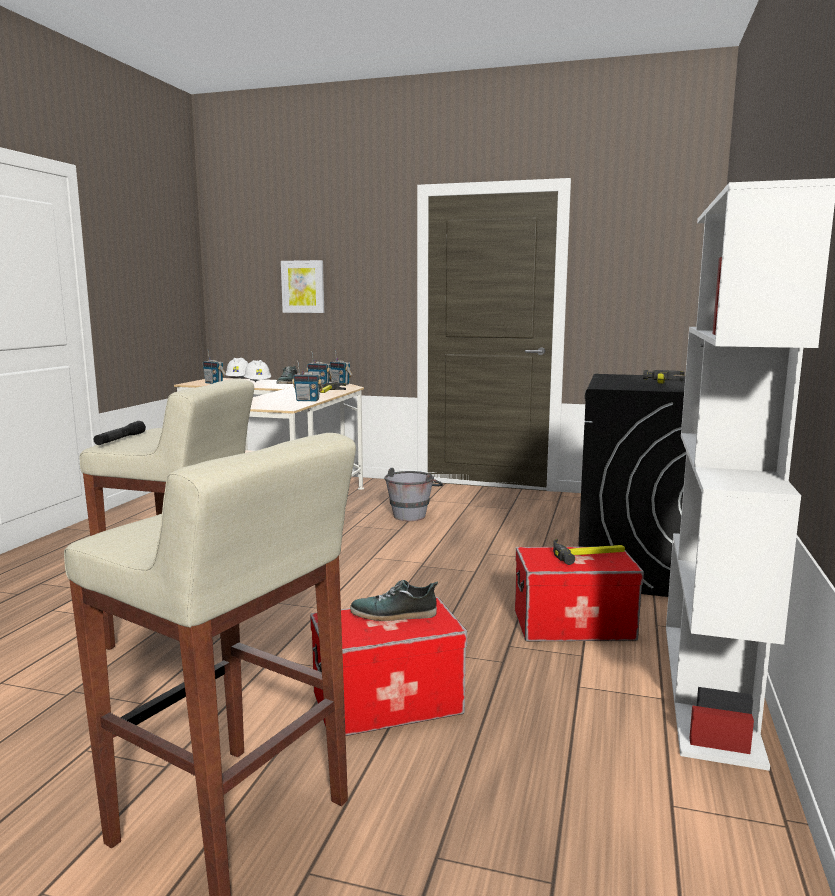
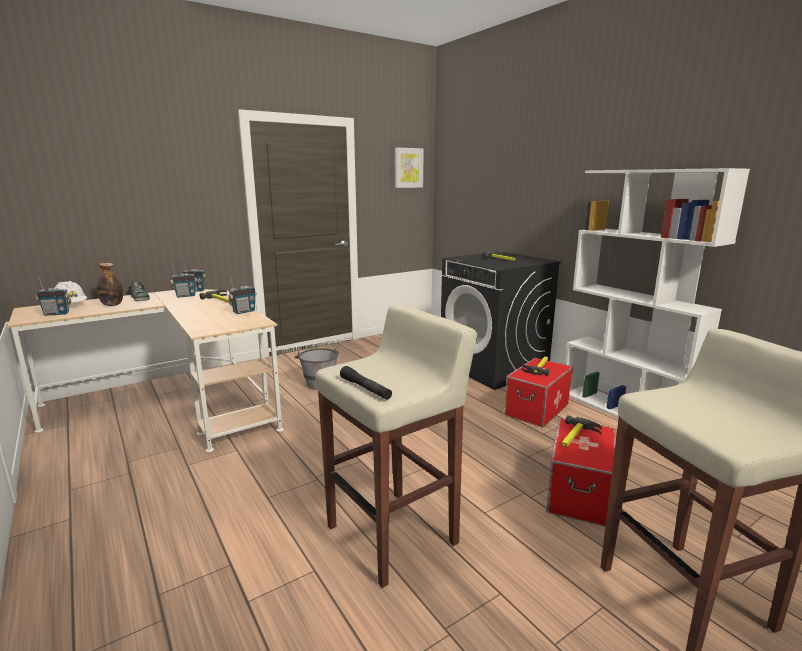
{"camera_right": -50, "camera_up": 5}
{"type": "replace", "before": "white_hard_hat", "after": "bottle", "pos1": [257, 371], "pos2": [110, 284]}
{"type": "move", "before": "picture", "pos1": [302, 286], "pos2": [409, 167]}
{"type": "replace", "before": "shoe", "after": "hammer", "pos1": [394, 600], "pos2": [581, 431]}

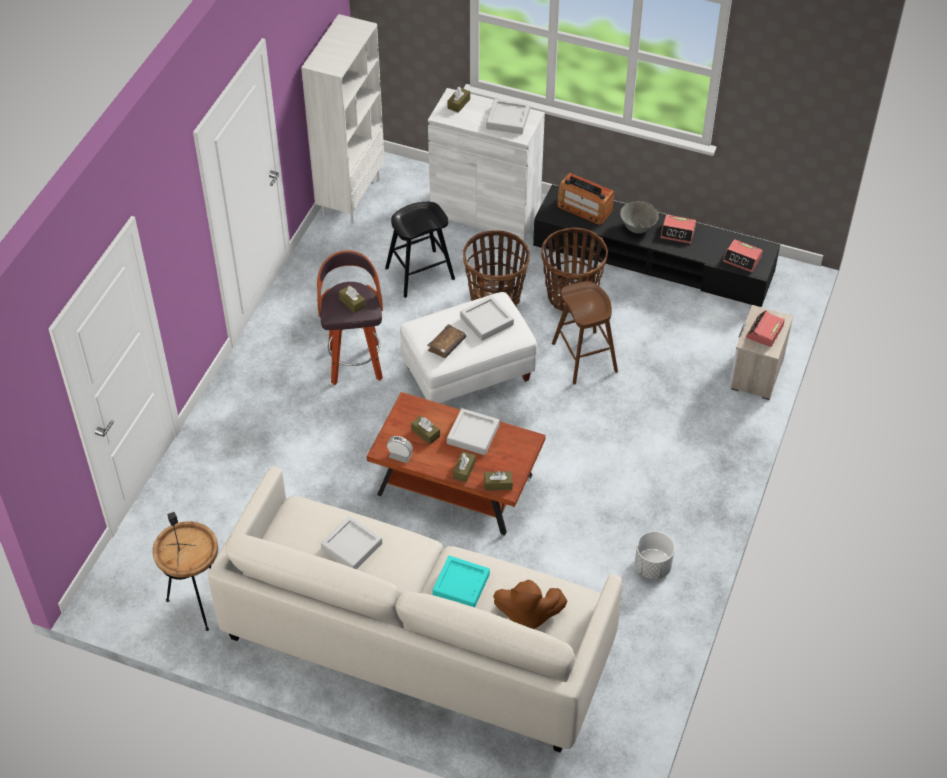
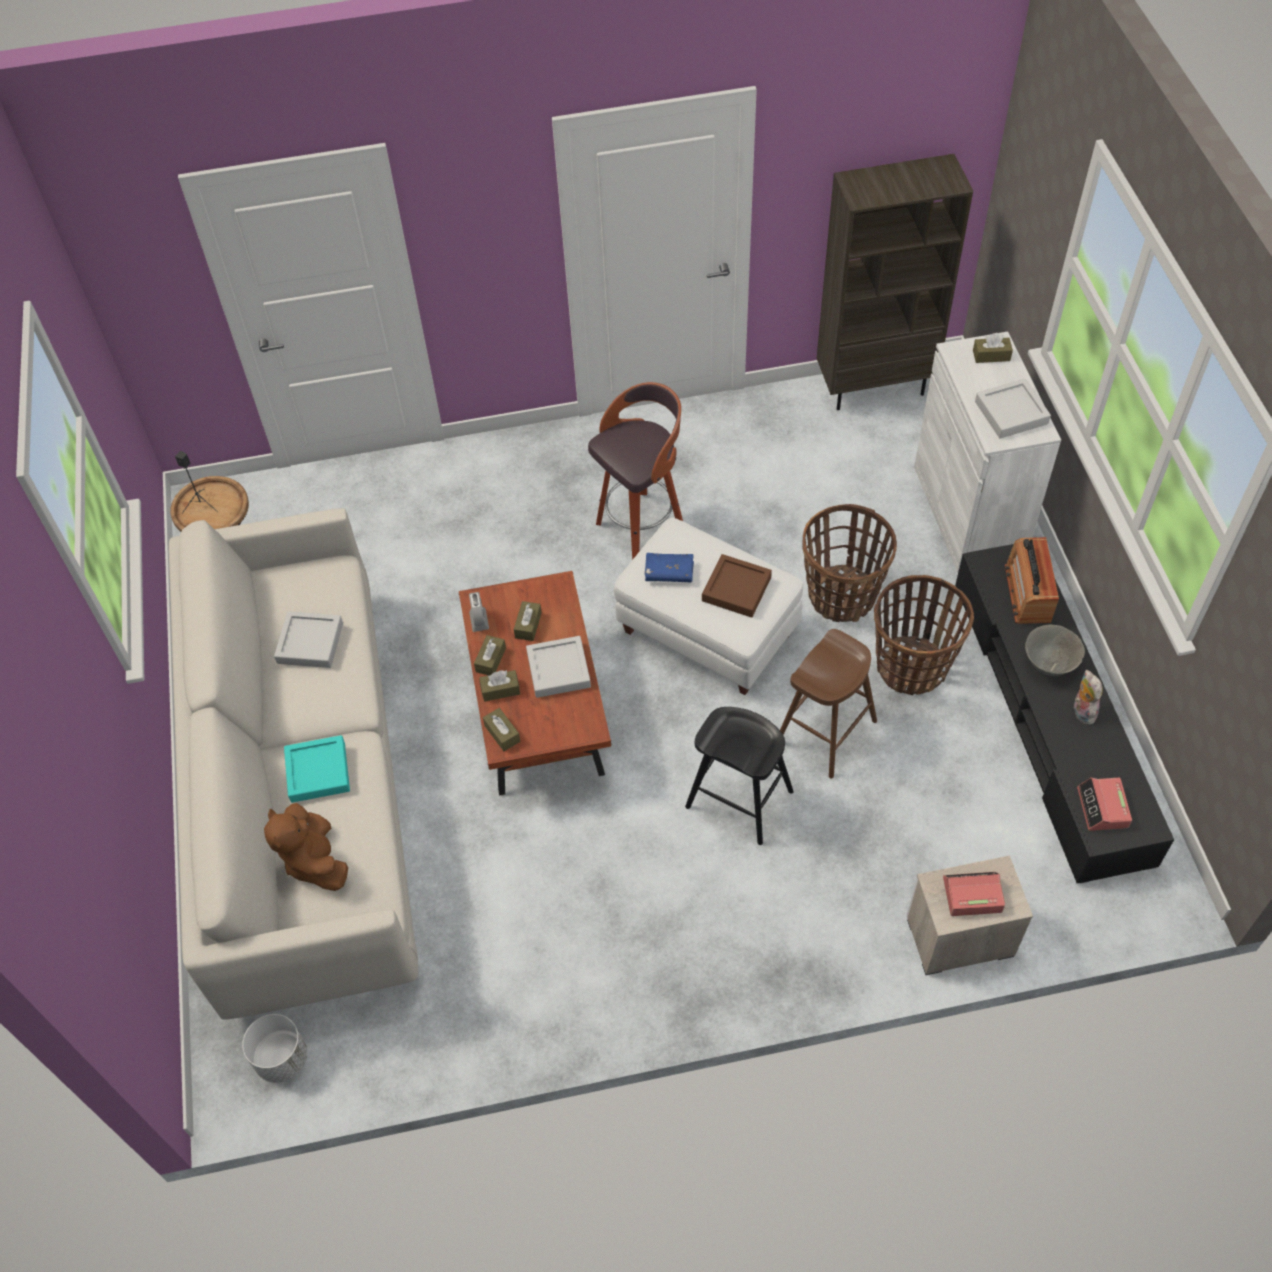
{"camera_right": 60, "camera_up": 5}
{"type": "move", "before": "white_planter", "pos1": [655, 555], "pos2": [274, 1048]}
{"type": "move", "before": "brown_tissue_box", "pos1": [352, 299], "pos2": [490, 655]}
{"type": "recolor", "before": "brown_book", "after": "blue_book", "pos1": [446, 341], "pos2": [669, 568]}
{"type": "move", "before": "black_stool", "pos1": [420, 250], "pos2": [739, 776]}
{"type": "recolor", "before": "grey_tray", "after": "brown_tray", "pos1": [487, 318], "pos2": [737, 585]}
{"type": "recolor", "before": "white_bookcase", "after": "brown_bookcase", "pos1": [343, 119], "pos2": [895, 282]}
{"type": "replace", "before": "alarm_clock", "after": "plush_toy", "pos1": [678, 229], "pos2": [1088, 697]}

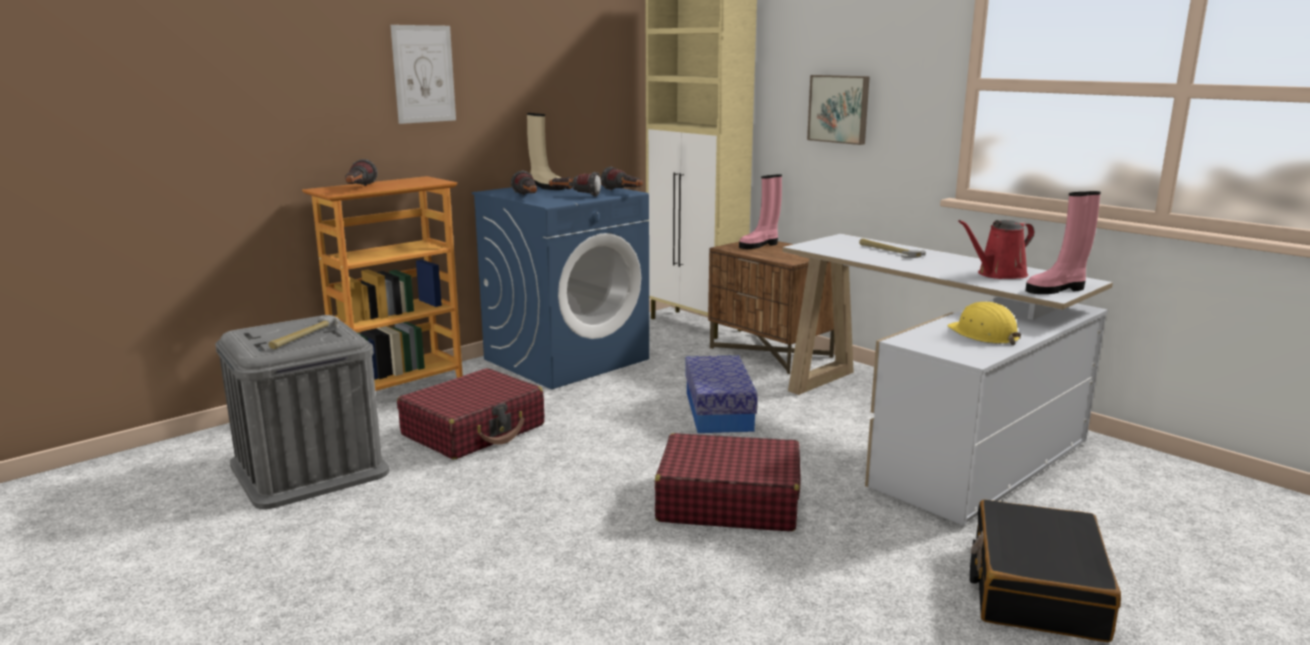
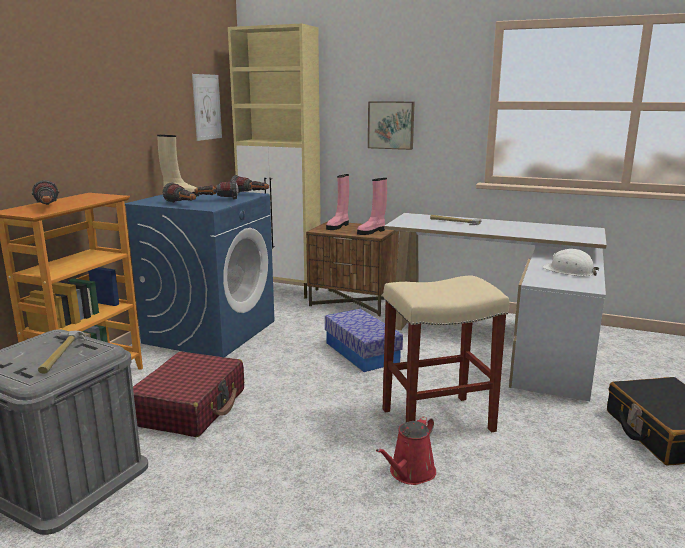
{"camera_right": -25, "camera_up": 0}
{"type": "move", "before": "picture", "pos1": [423, 74], "pos2": [207, 107]}
{"type": "move", "before": "pink_boot", "pos1": [1063, 242], "pos2": [372, 206]}
{"type": "move", "before": "red_watering_can", "pos1": [996, 249], "pos2": [406, 450]}
{"type": "replace", "before": "red_suitcase", "after": "beige_stool", "pos1": [727, 482], "pos2": [446, 353]}
{"type": "recolor", "before": "yellow_hard_hat", "after": "white_hard_hat", "pos1": [984, 323], "pos2": [571, 262]}

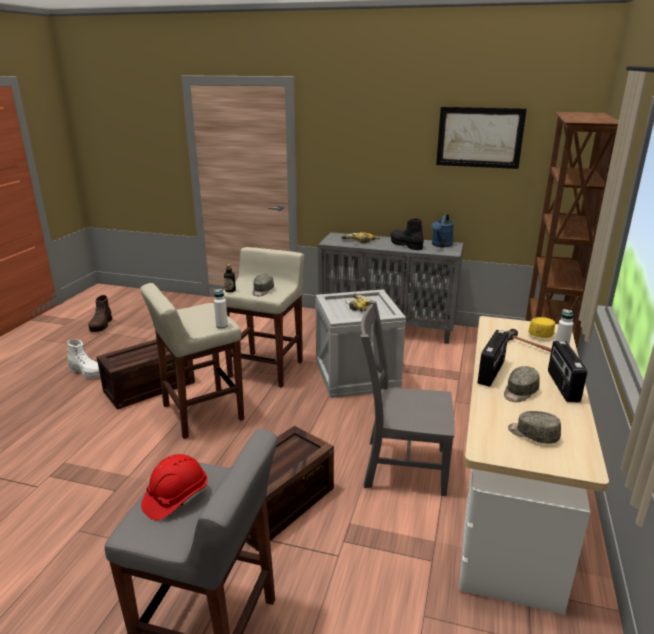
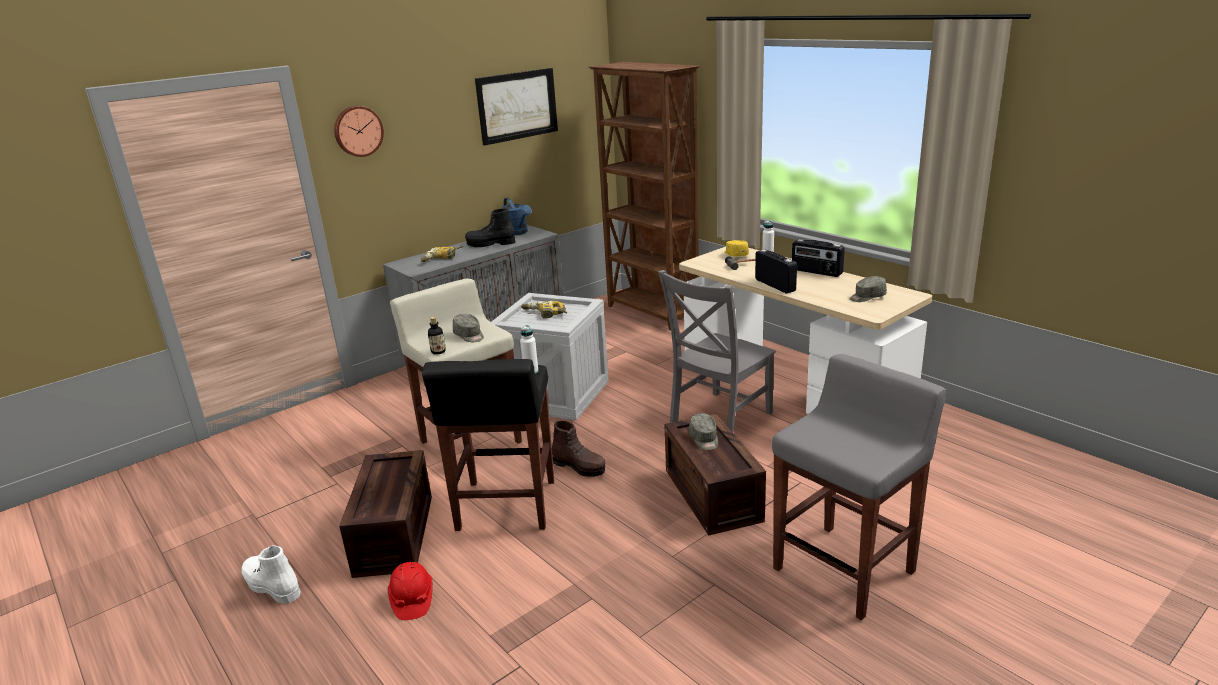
{"camera_right": -55, "camera_up": 0}
{"type": "rotate", "before": "white_boot", "pos1": [83, 359], "pos2": [271, 574], "turn": -120}
{"type": "insert", "after": "wall_clock", "pos2": [359, 131]}
{"type": "move", "before": "red_hard_hat", "pos1": [174, 487], "pos2": [410, 591]}
{"type": "recolor", "before": "beige_stool", "after": "black_stool", "pos1": [192, 361], "pos2": [488, 445]}
{"type": "move", "before": "brown_boot", "pos1": [100, 313], "pos2": [578, 449]}
{"type": "move", "before": "grey_cap", "pos1": [522, 384], "pos2": [703, 431]}

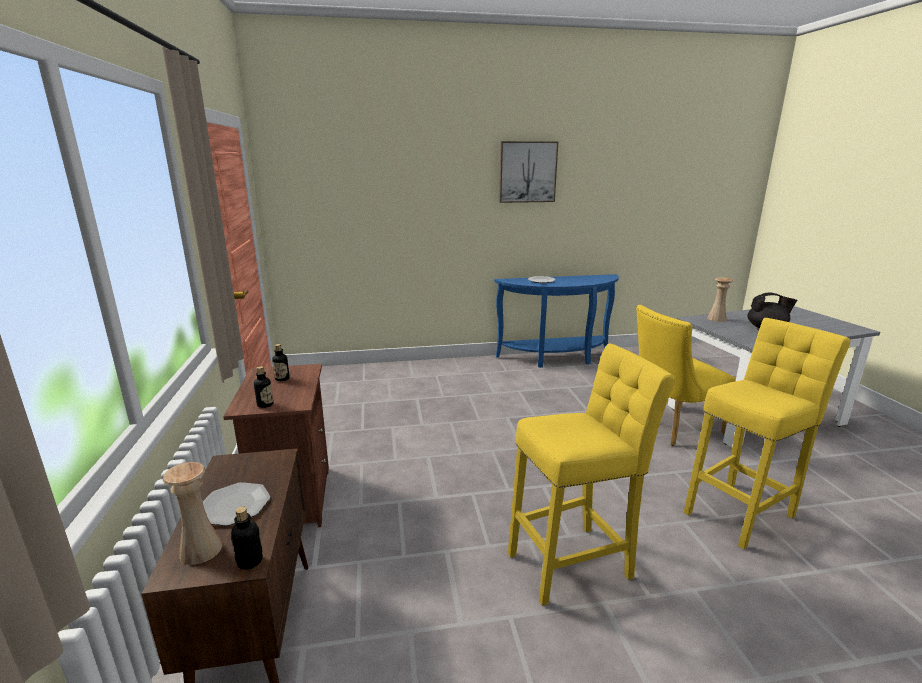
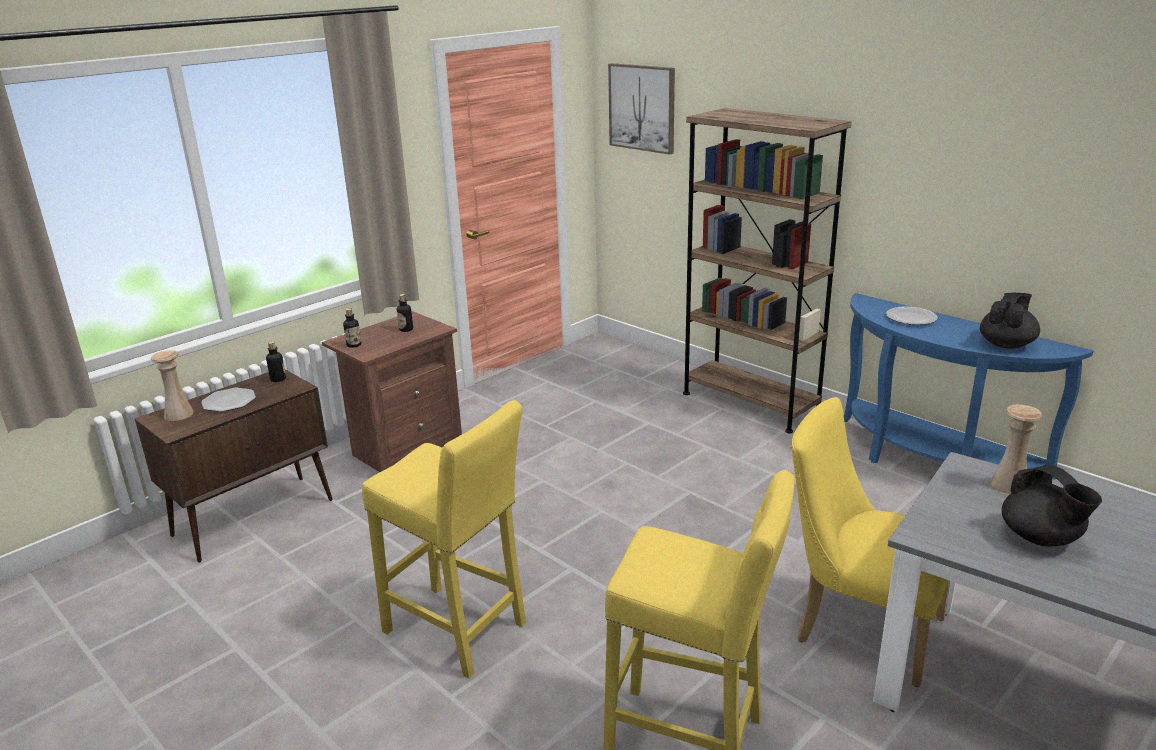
{"camera_right": 55, "camera_up": 5}
{"type": "move", "before": "bottle", "pos1": [247, 538], "pos2": [276, 361]}
{"type": "move", "before": "picture", "pos1": [528, 172], "pos2": [641, 109]}
{"type": "insert", "after": "brown_bookcase", "pos2": [767, 270]}
{"type": "insert", "after": "black_teapot", "pos2": [1010, 321]}

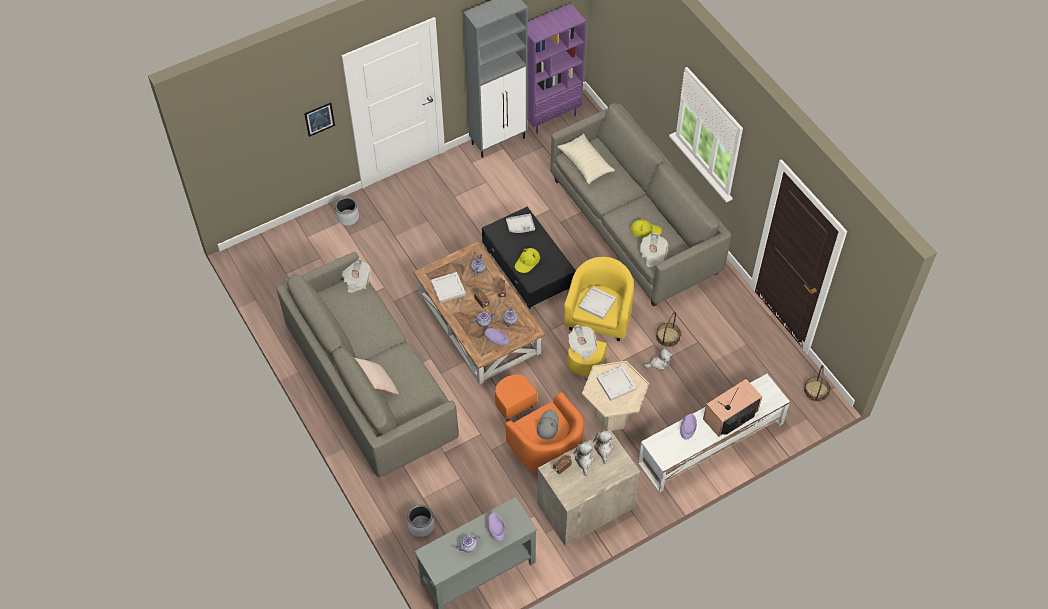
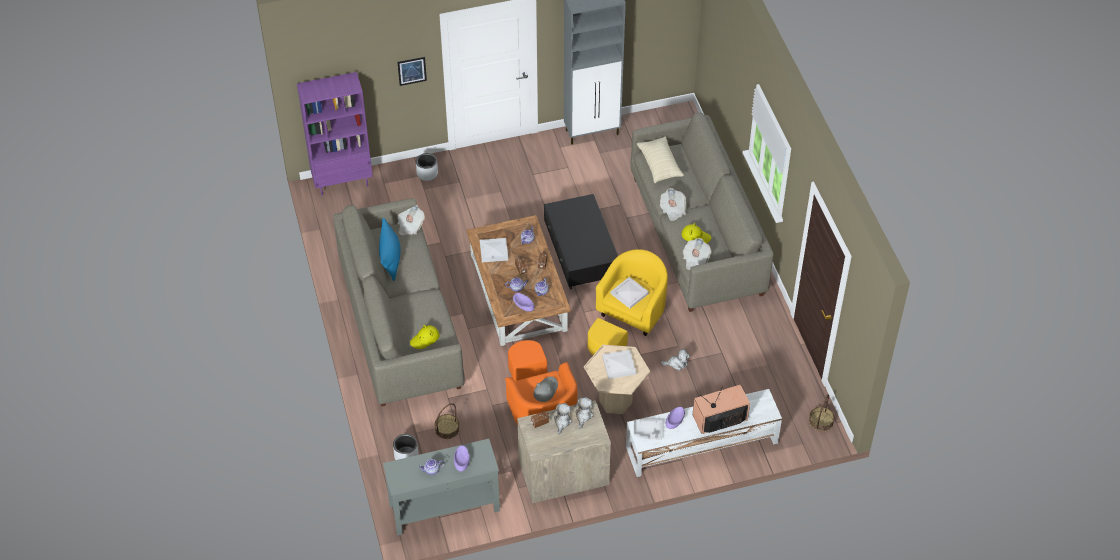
{"camera_right": 15, "camera_up": -5}
{"type": "move", "before": "purple_bookcase", "pos1": [556, 69], "pos2": [335, 134]}
{"type": "insert", "after": "blue_pillow", "pos2": [390, 249]}
{"type": "move", "before": "yellow_hat", "pos1": [527, 260], "pos2": [424, 337]}
{"type": "move", "before": "basket", "pos1": [668, 329], "pos2": [447, 421]}
{"type": "move", "before": "grey_tray", "pos1": [520, 223], "pos2": [648, 429]}
{"type": "move", "before": "newspaper", "pos1": [583, 342], "pos2": [673, 204]}
{"type": "delete", "before": "beige_pillow", "pos1": [377, 376]}

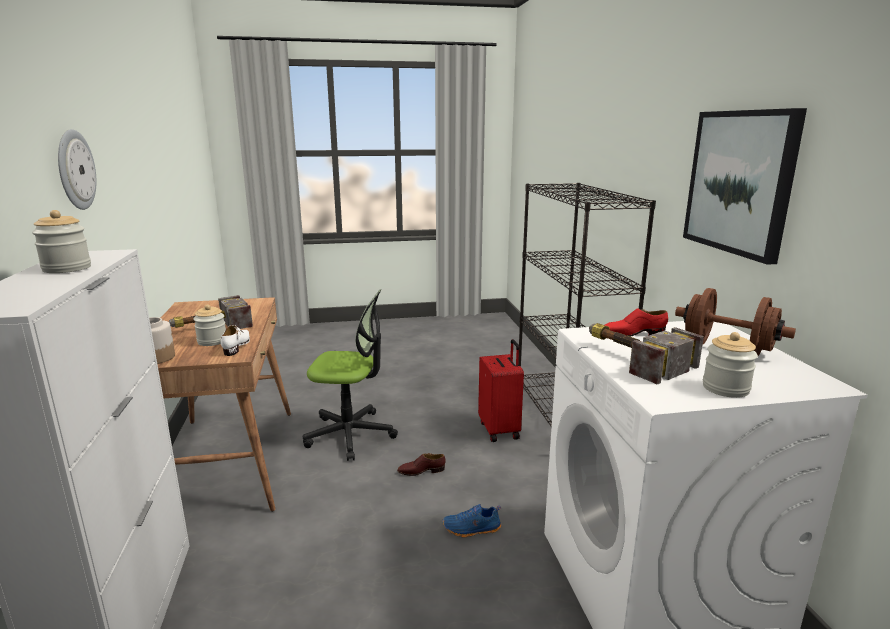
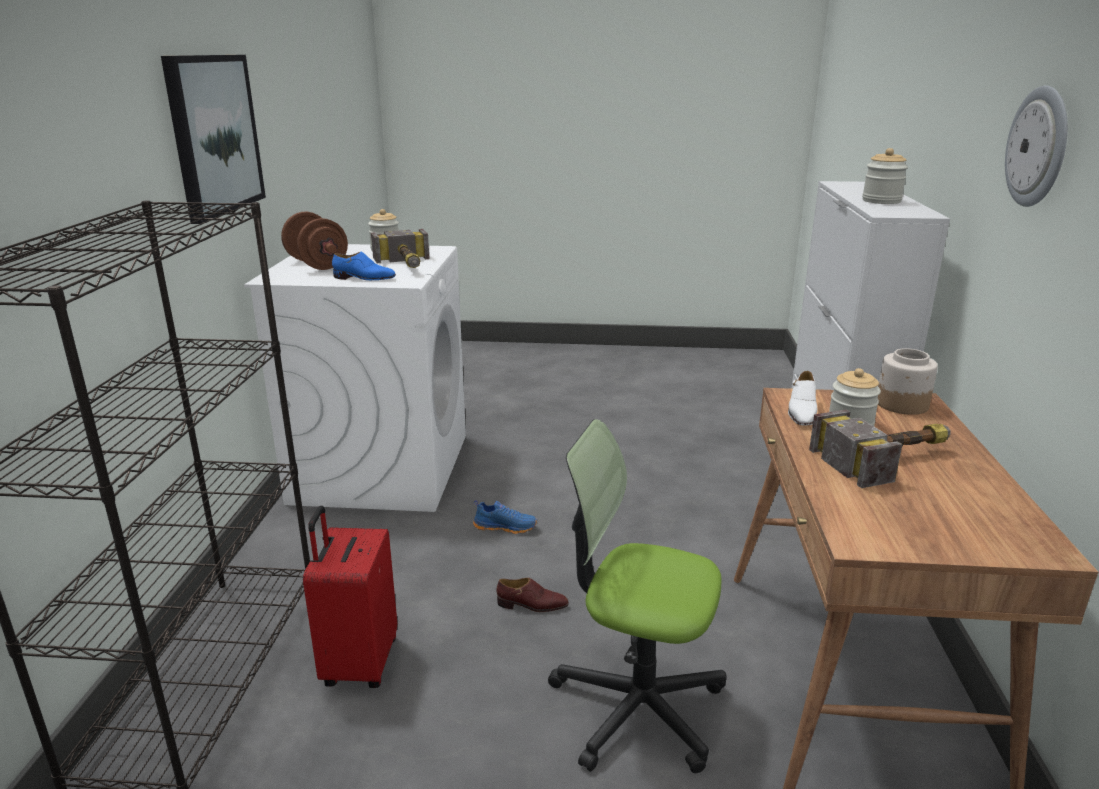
{"camera_right": -165, "camera_up": 5}
{"type": "recolor", "before": "red_shoe", "after": "blue_shoe", "pos1": [636, 322], "pos2": [364, 265]}

